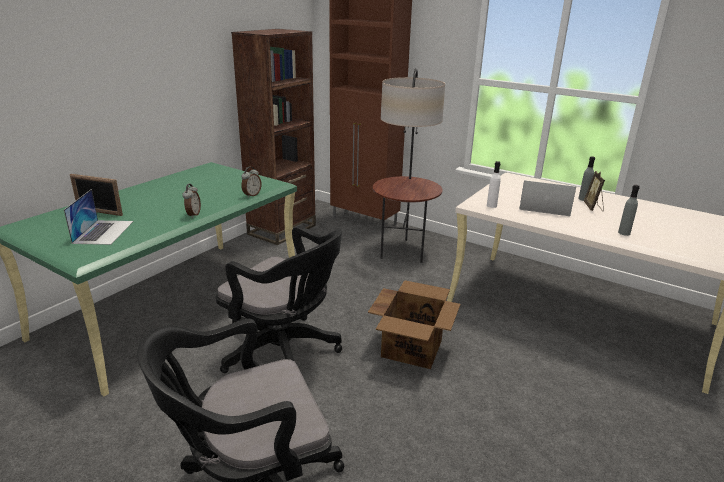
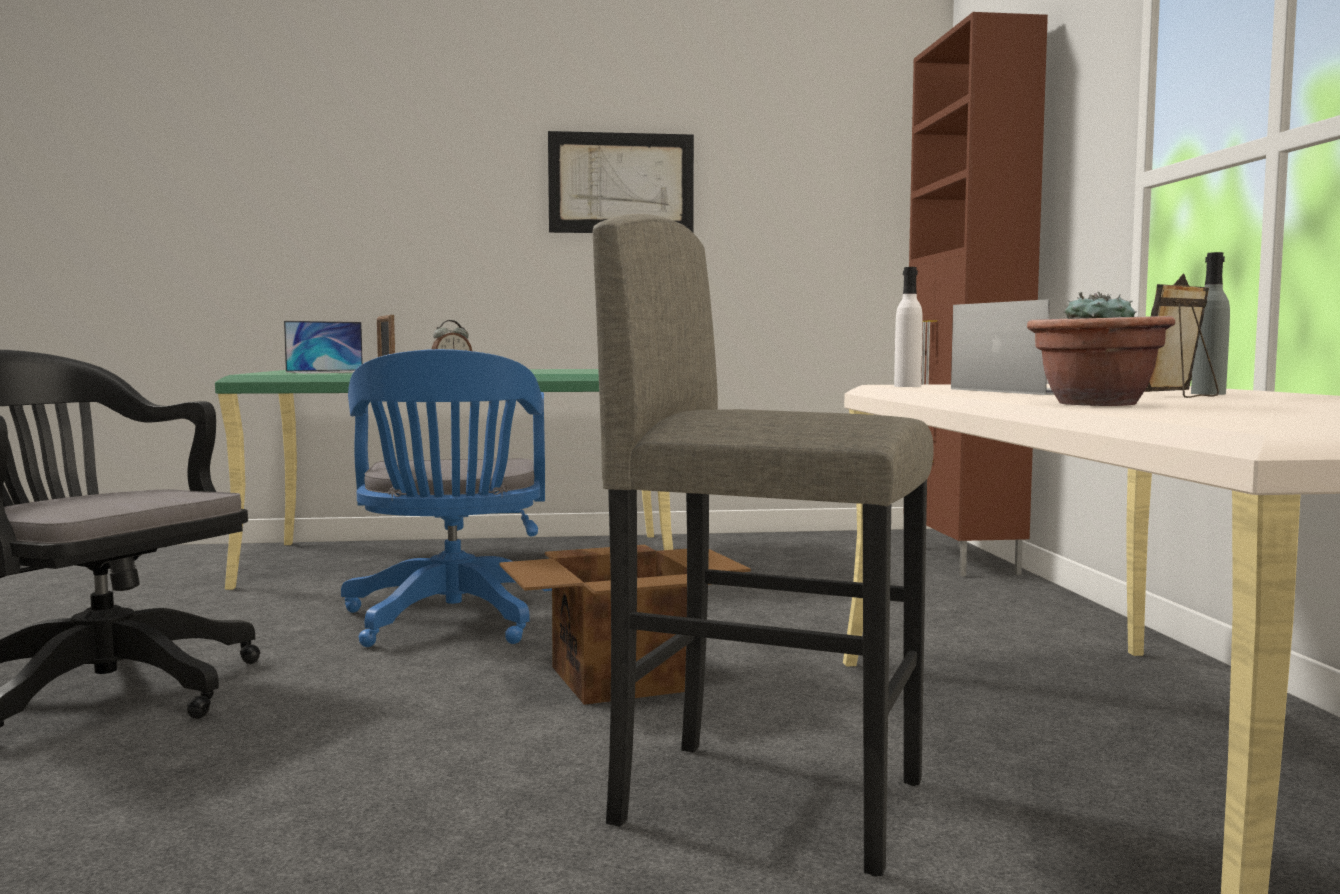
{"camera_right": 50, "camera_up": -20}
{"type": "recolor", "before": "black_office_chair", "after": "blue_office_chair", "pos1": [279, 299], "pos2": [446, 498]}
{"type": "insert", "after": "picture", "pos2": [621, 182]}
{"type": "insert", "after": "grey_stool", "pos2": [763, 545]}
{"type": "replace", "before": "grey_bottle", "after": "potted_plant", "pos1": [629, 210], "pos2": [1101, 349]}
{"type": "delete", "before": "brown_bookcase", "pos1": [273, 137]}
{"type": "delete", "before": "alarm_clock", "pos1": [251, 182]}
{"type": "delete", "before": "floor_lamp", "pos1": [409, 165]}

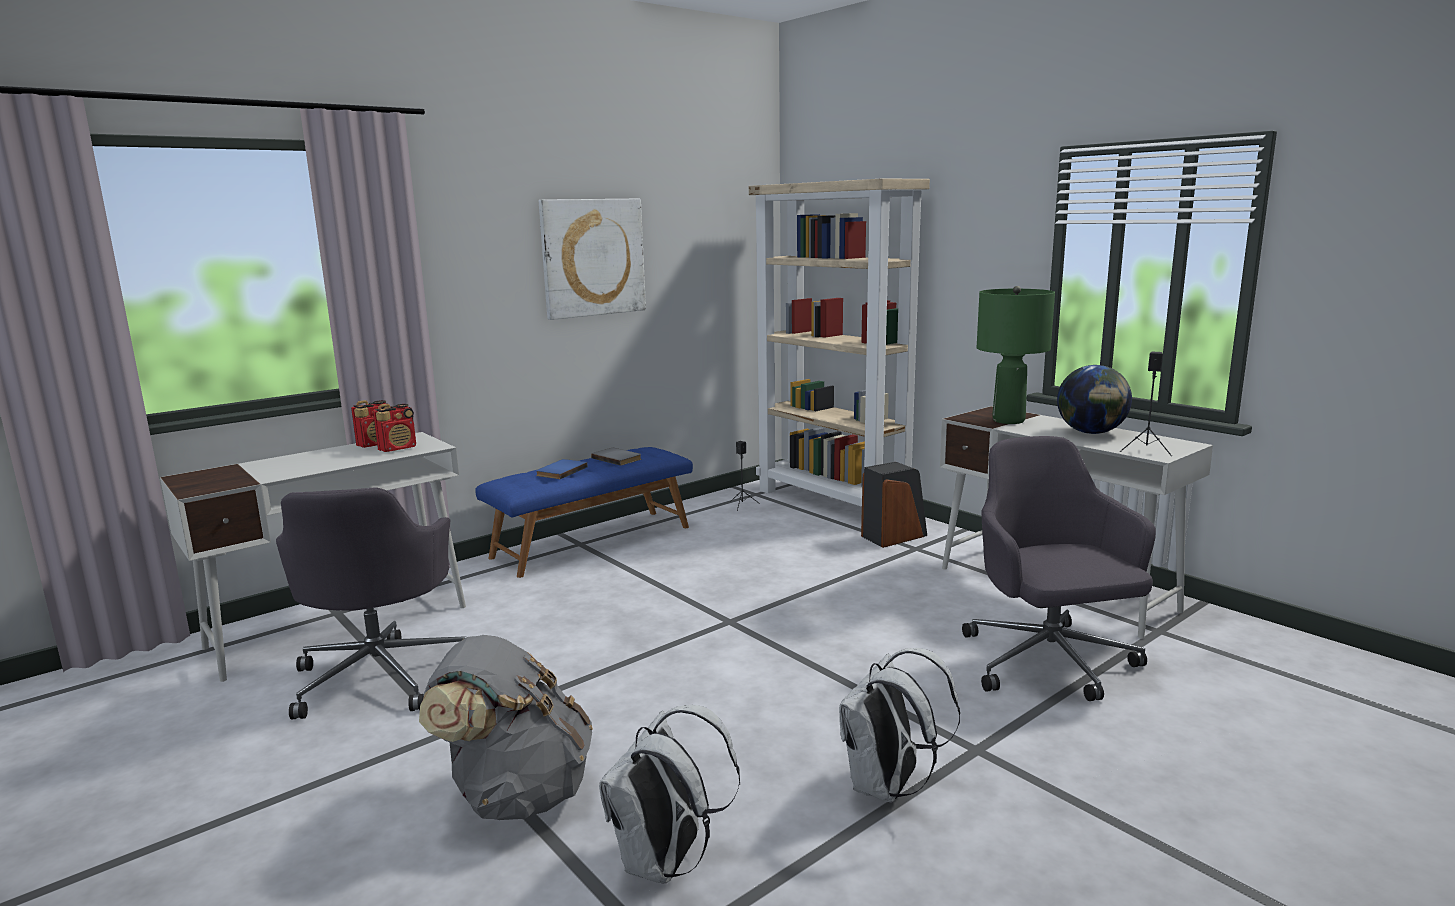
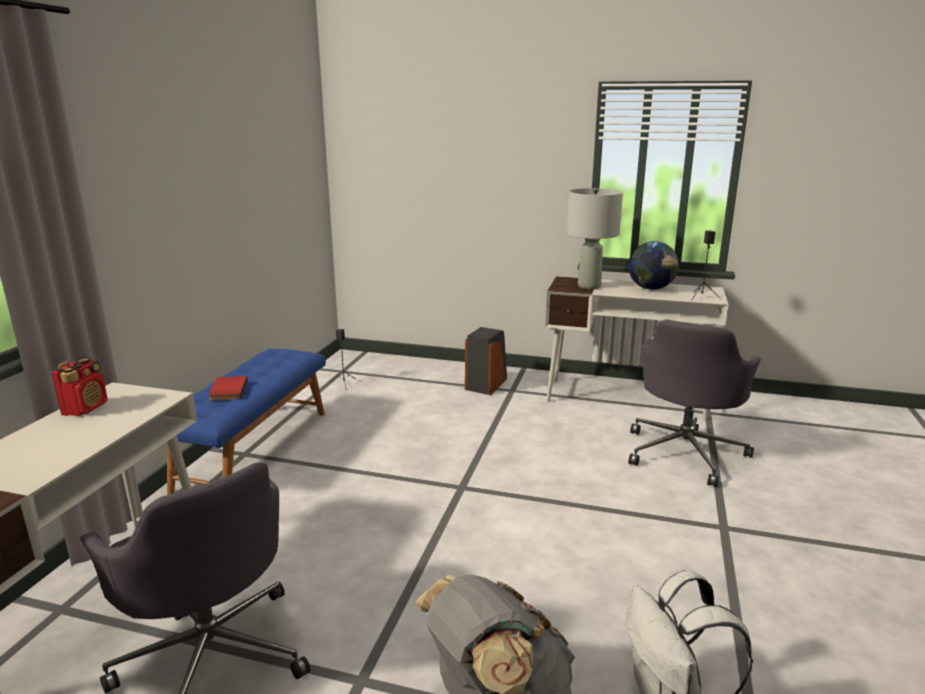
{"camera_right": -35, "camera_up": 5}
{"type": "recolor", "before": "blue_book", "after": "red_book", "pos1": [562, 469], "pos2": [228, 388]}
{"type": "recolor", "before": "green_table_lamp", "after": "grey_table_lamp", "pos1": [1016, 355], "pos2": [595, 238]}
{"type": "rotate", "before": "grey_office_chair", "pos1": [1059, 568], "pos2": [694, 403], "turn": -105}
{"type": "delete", "before": "radio", "pos1": [394, 428]}
{"type": "delete", "before": "picture", "pos1": [592, 259]}
{"type": "delete", "before": "grey_book", "pos1": [616, 457]}
{"type": "delete", "before": "beige_bookcase", "pos1": [839, 342]}
{"type": "delete", "before": "white_backpack", "pos1": [899, 725]}

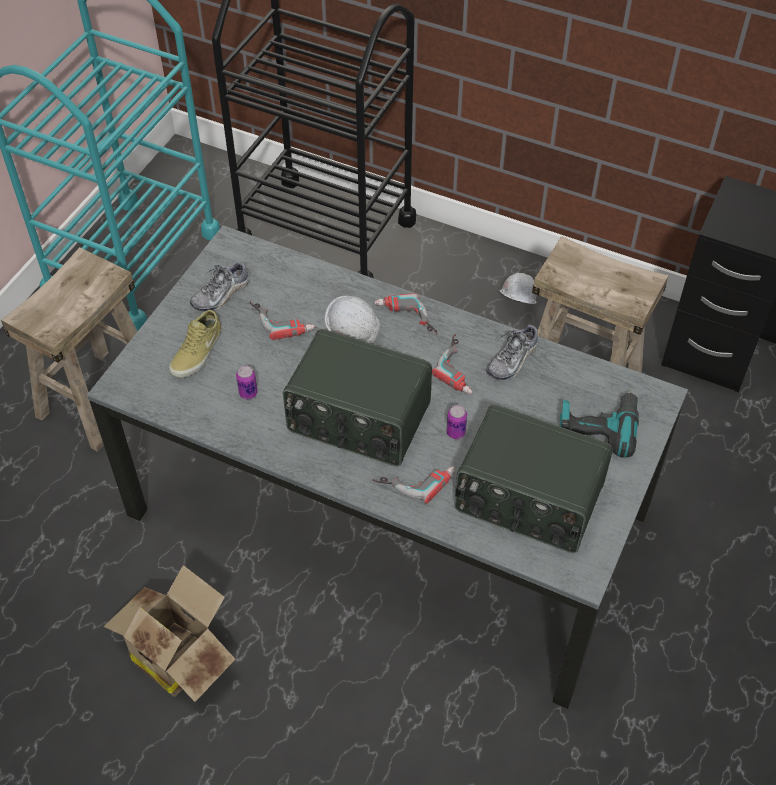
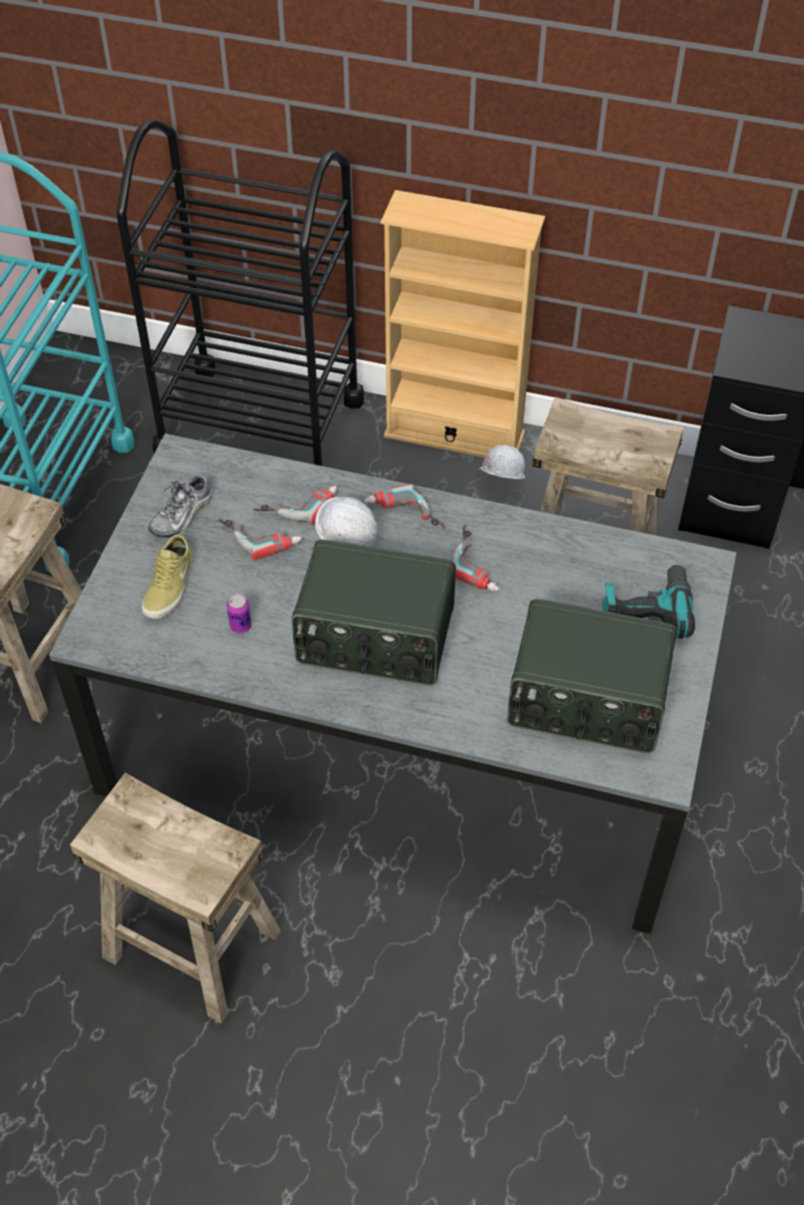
{"camera_right": -10, "camera_up": 0}
{"type": "replace", "before": "cardboard_box", "after": "beige_stool", "pos1": [169, 633], "pos2": [175, 898]}
{"type": "move", "before": "power_drill", "pos1": [414, 485], "pos2": [295, 505]}
{"type": "insert", "after": "beige_bookcase", "pos2": [463, 324]}
{"type": "delete", "before": "can", "pos1": [457, 422]}
{"type": "delete", "before": "shoe", "pos1": [512, 352]}

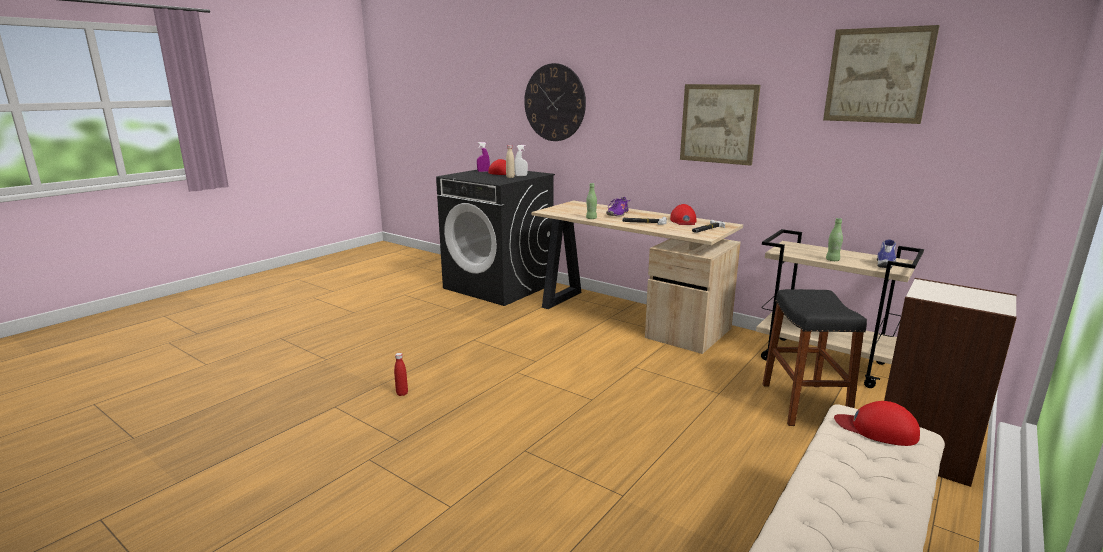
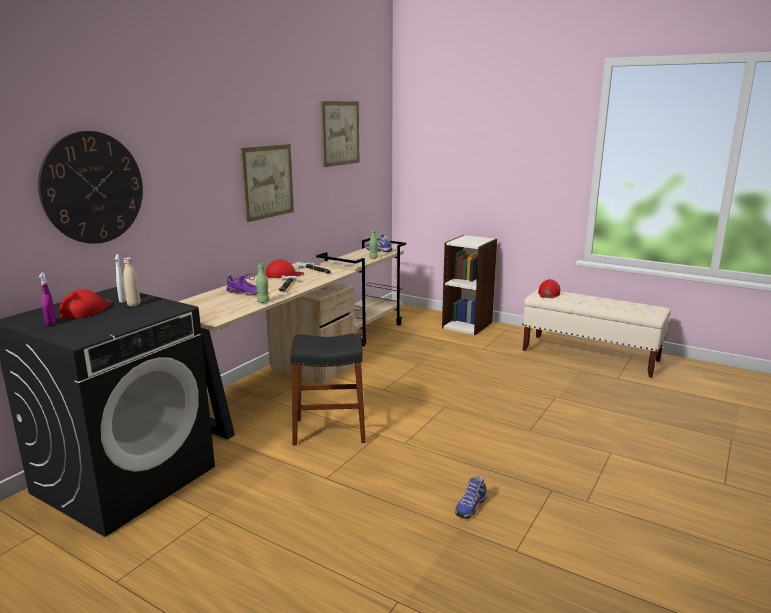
{"camera_right": -95, "camera_up": 0}
{"type": "move", "before": "black_stool", "pos1": [815, 357], "pos2": [328, 389]}
{"type": "replace", "before": "red_bottle", "after": "shoe", "pos1": [401, 374], "pos2": [471, 497]}

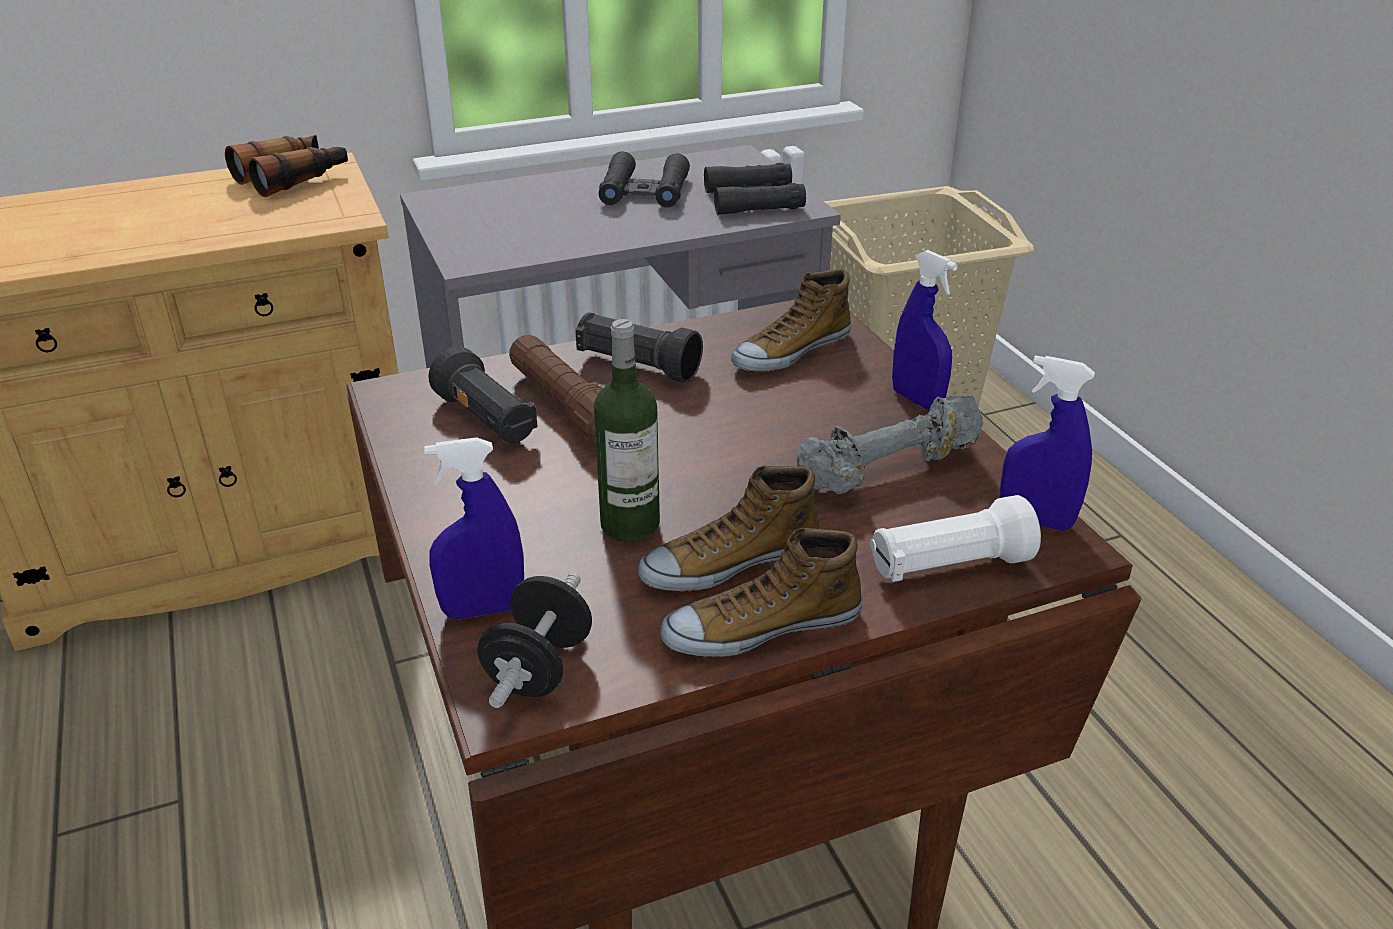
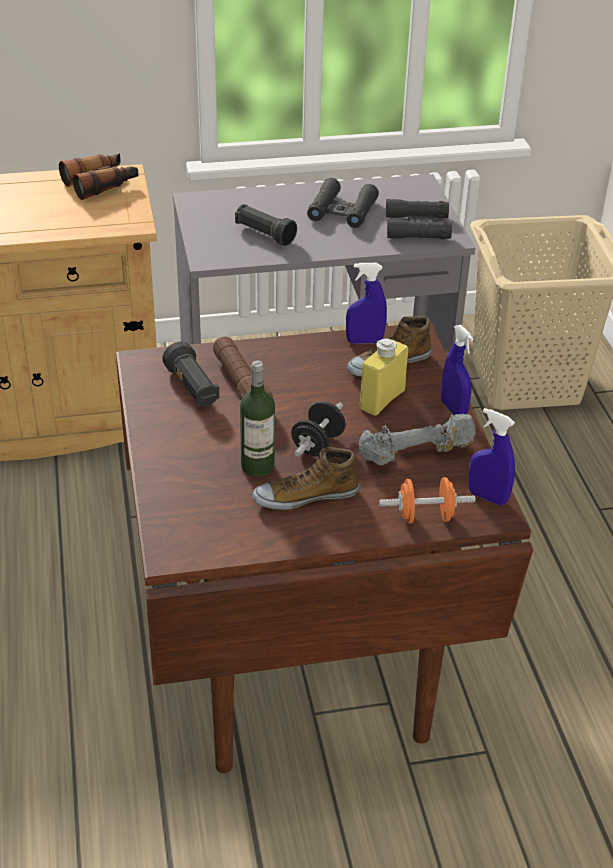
{"camera_right": 10, "camera_up": 5}
{"type": "move", "before": "black_flashlight", "pos1": [639, 347], "pos2": [266, 225]}
{"type": "move", "before": "black_dumbbell", "pos1": [535, 640], "pos2": [318, 429]}
{"type": "move", "before": "blue_spray_bottle", "pos1": [474, 528], "pos2": [366, 303]}
{"type": "insert", "after": "yellow_bottle", "pos2": [384, 377]}
{"type": "replace", "before": "white_flashlight", "after": "orange_dumbbell", "pos1": [955, 538], "pos2": [427, 500]}
{"type": "delete", "before": "shoe", "pos1": [761, 592]}

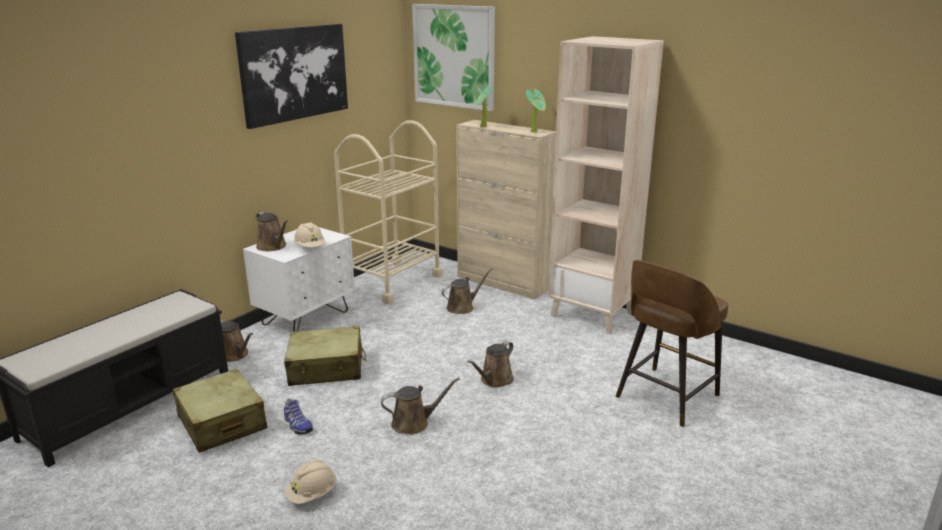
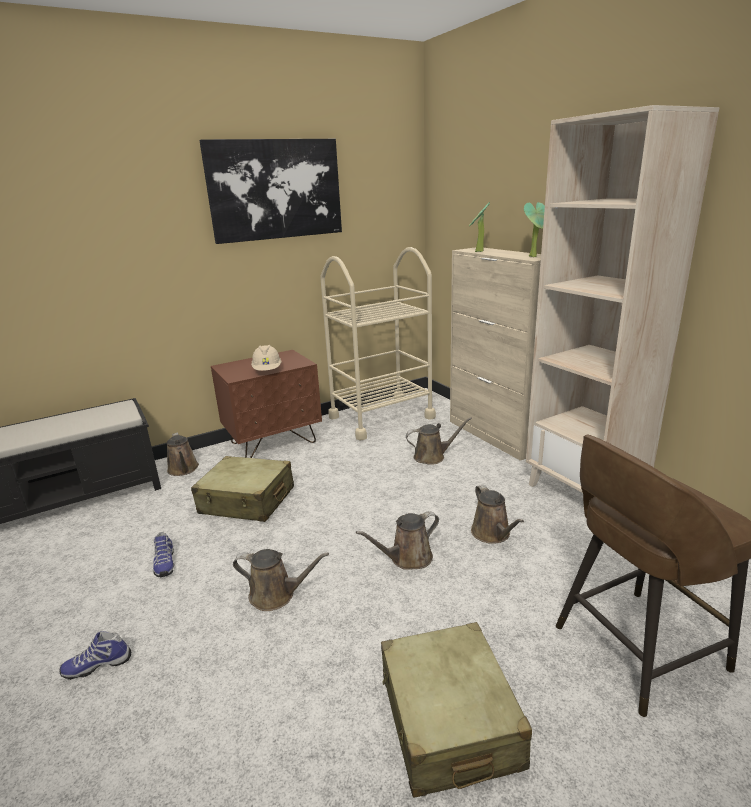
{"camera_right": 25, "camera_up": 0}
{"type": "replace", "before": "beige_hard_hat", "after": "shoe", "pos1": [311, 482], "pos2": [95, 655]}
{"type": "recolor", "before": "white_nightstand", "after": "brown_nightstand", "pos1": [299, 279], "pos2": [266, 404]}
{"type": "move", "before": "beige_suitcase", "pos1": [220, 411], "pos2": [456, 710]}
{"type": "move", "before": "brown_watering_can", "pos1": [272, 231], "pos2": [497, 514]}
{"type": "delete", "before": "picture", "pos1": [453, 57]}

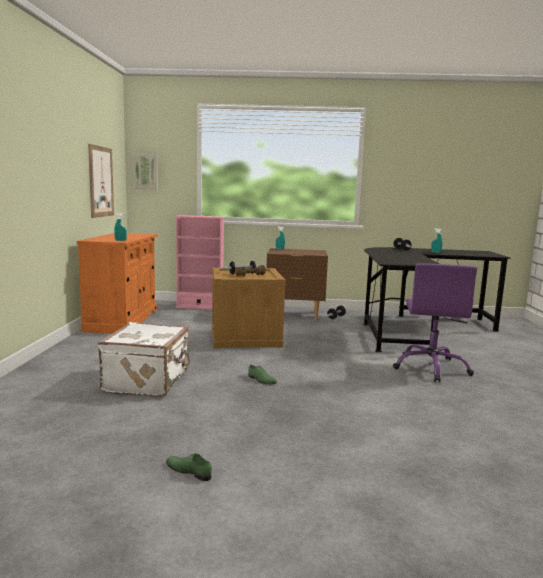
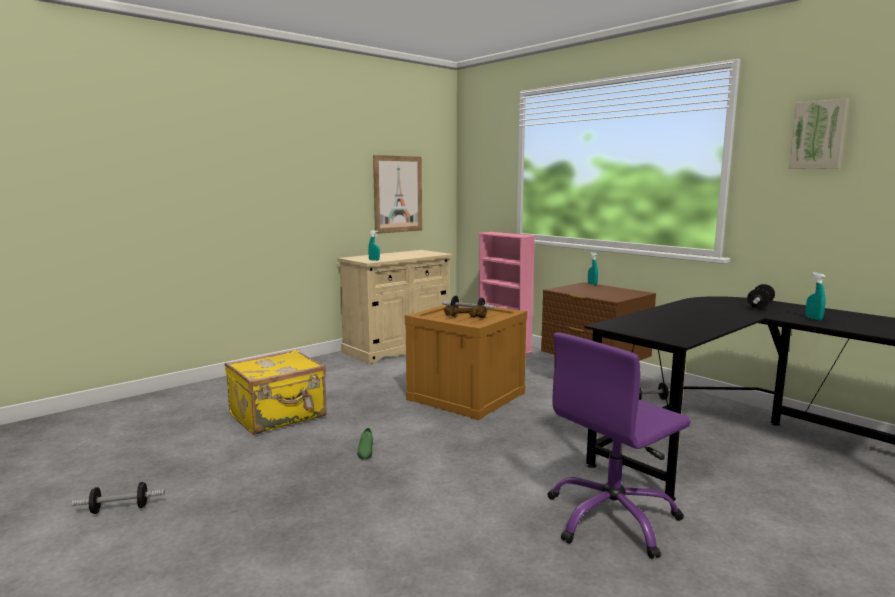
{"camera_right": 45, "camera_up": 0}
{"type": "replace", "before": "green_shoe", "after": "dumbbell", "pos1": [189, 467], "pos2": [117, 498]}
{"type": "recolor", "before": "white_suitcase", "after": "yellow_suitcase", "pos1": [144, 359], "pos2": [276, 392]}
{"type": "recolor", "before": "orange_cabinet", "after": "beige_cabinet", "pos1": [117, 283], "pos2": [395, 307]}
{"type": "move", "before": "picture", "pos1": [146, 172], "pos2": [819, 134]}

